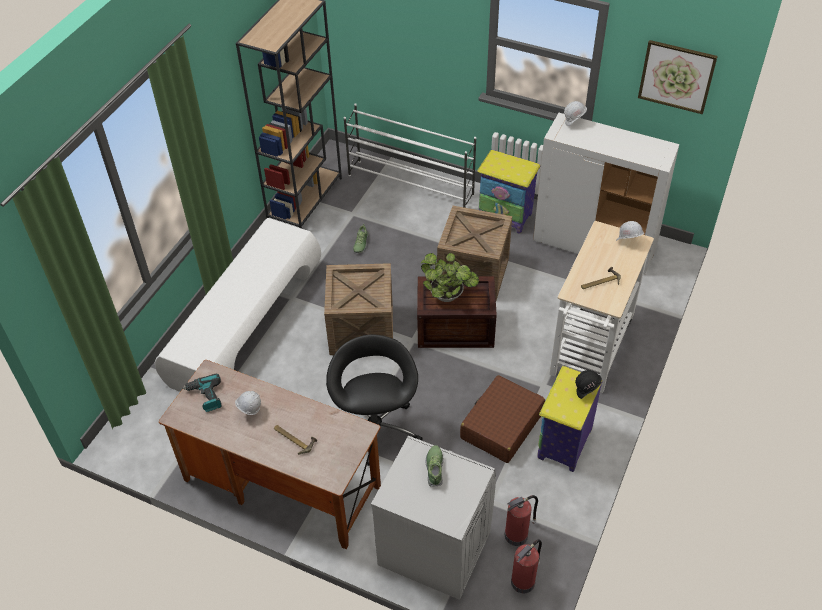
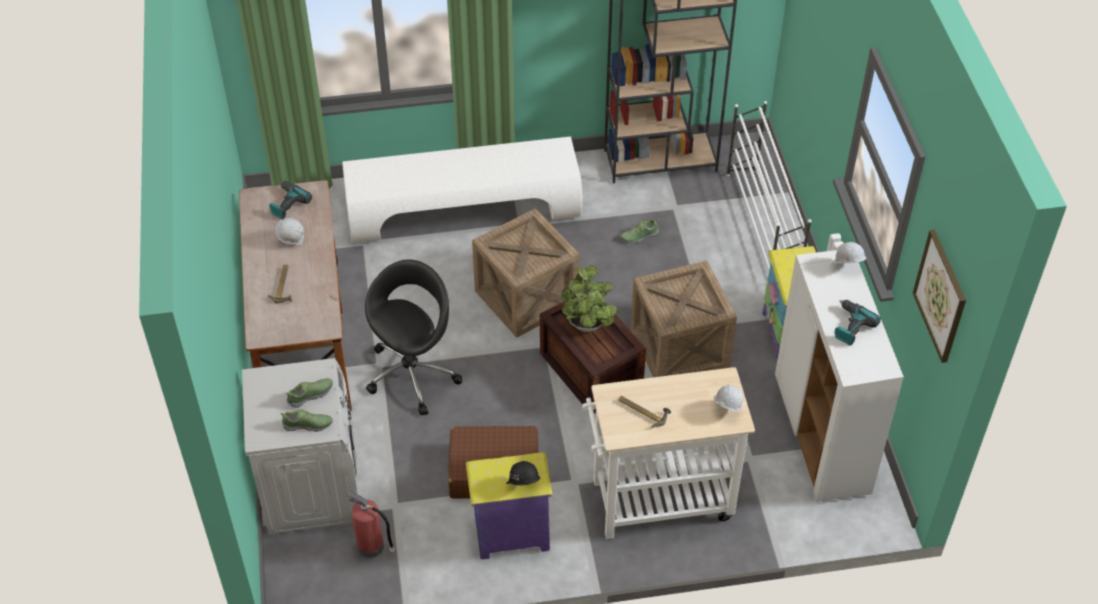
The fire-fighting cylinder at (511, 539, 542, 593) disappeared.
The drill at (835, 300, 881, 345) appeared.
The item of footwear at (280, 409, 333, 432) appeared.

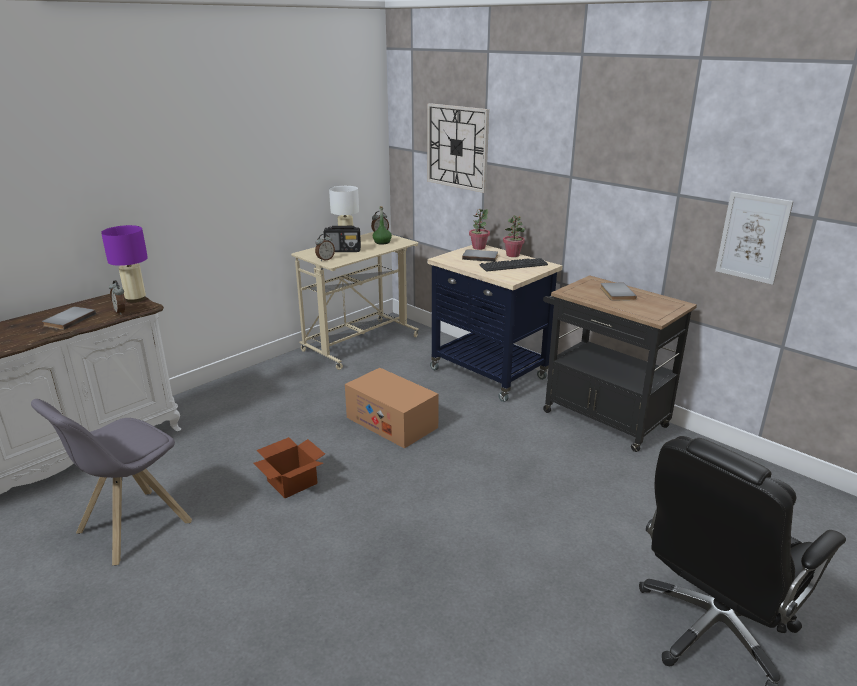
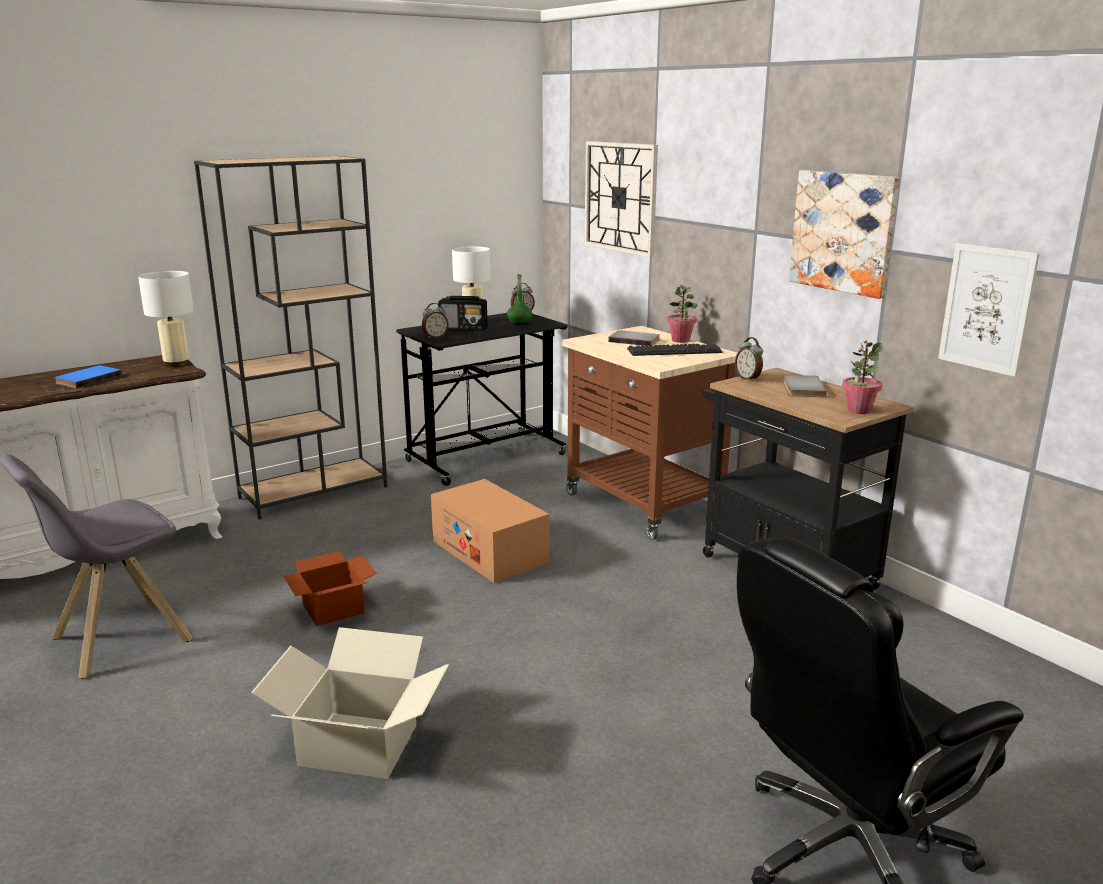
The potted plant moved from (469, 208, 490, 250) to (842, 341, 883, 414).
The purplish lamp for a table at (101, 225, 148, 303) became the white-coloured lamp for a table at (138, 271, 194, 367).
The sand-coloured desk at (291, 232, 419, 370) became the black desk at (396, 313, 567, 486).
The bluish trolley at (427, 245, 562, 402) became the brown-coloured trolley at (562, 326, 737, 540).
The alarm clock moved from (109, 280, 125, 315) to (735, 337, 763, 382).
The grey volume at (42, 307, 96, 330) became the bluish volume at (54, 365, 122, 388).
The bookshelf at (194, 156, 388, 520) appeared.
The picture at (789, 170, 900, 299) appeared.
The carton at (251, 627, 449, 779) appeared.

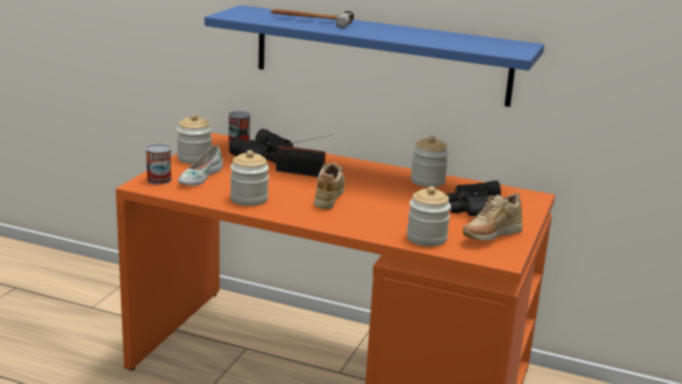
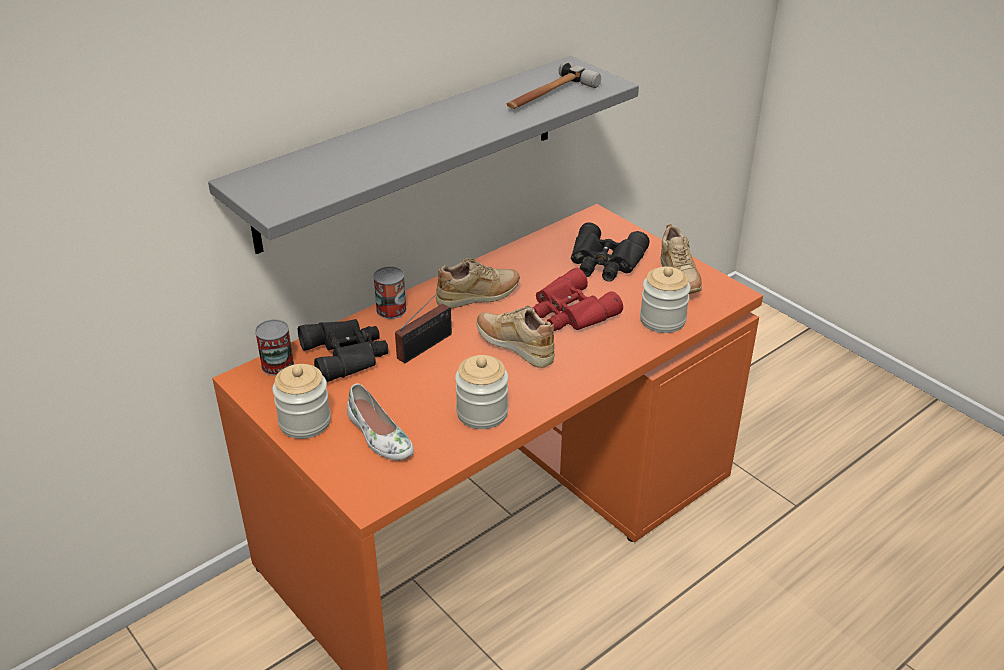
The bluish bracket shelf at (204, 5, 544, 107) became the grey bracket shelf at (208, 56, 639, 254).
The hammer moved from (271, 9, 354, 28) to (507, 62, 601, 109).
The preserve jar at (411, 136, 449, 187) disappeared.
The can moved from (146, 144, 172, 185) to (373, 267, 407, 319).
The sand-coloured item of footwear at (436, 258, 520, 309) appeared.
The red-coloured binoculars at (532, 267, 623, 331) appeared.

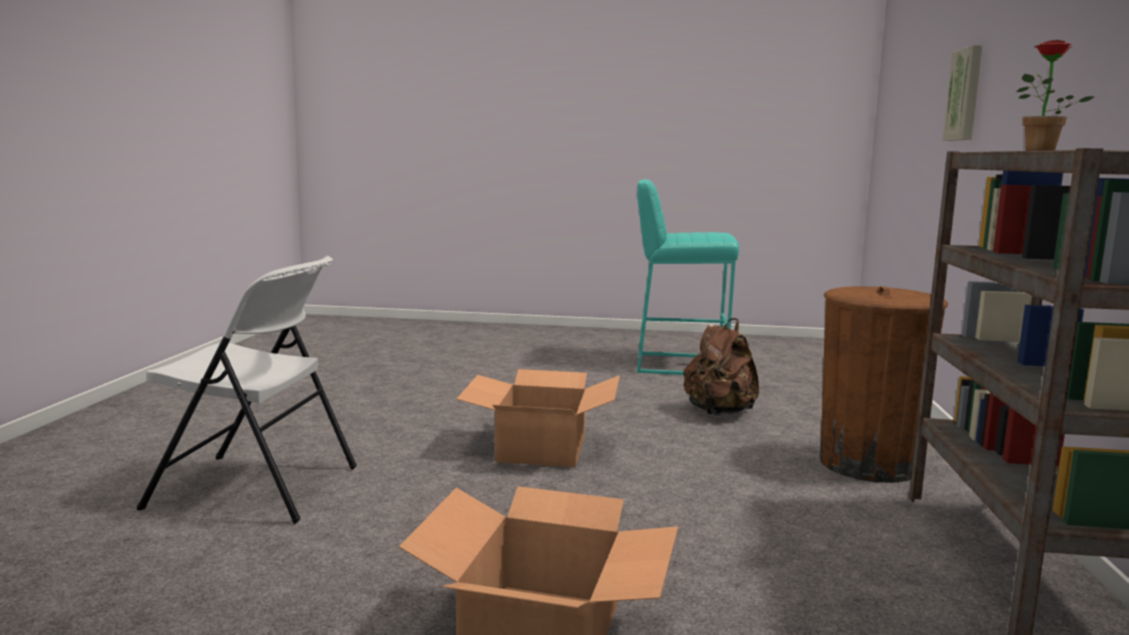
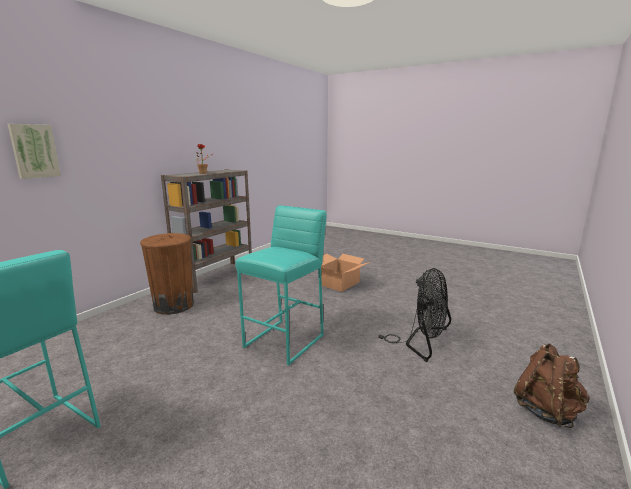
The white-coloured plain chair at (137, 256, 357, 524) was replaced by the black cooling fan at (378, 268, 451, 362).
The brown-coloured knapsack moved from (683, 318, 759, 416) to (514, 343, 590, 428).
The carton at (457, 369, 620, 467) was replaced by the turquoise stool seat at (235, 206, 327, 366).

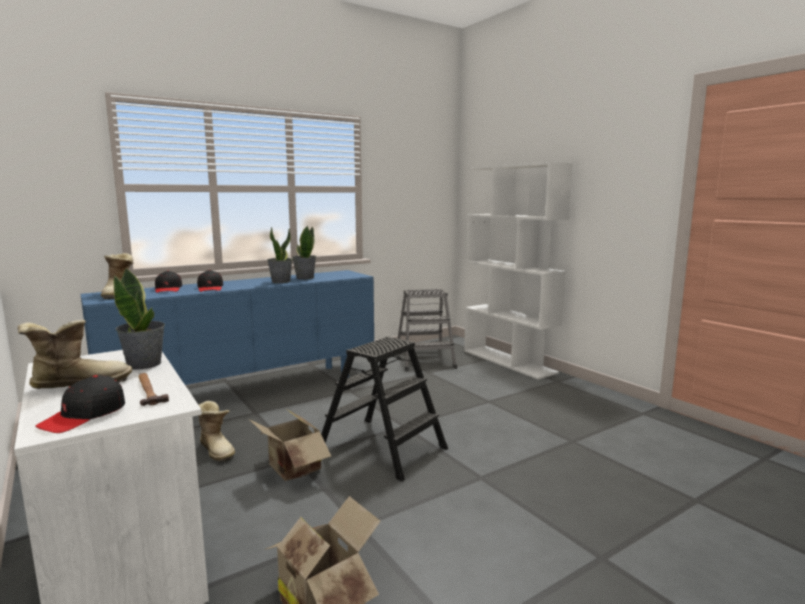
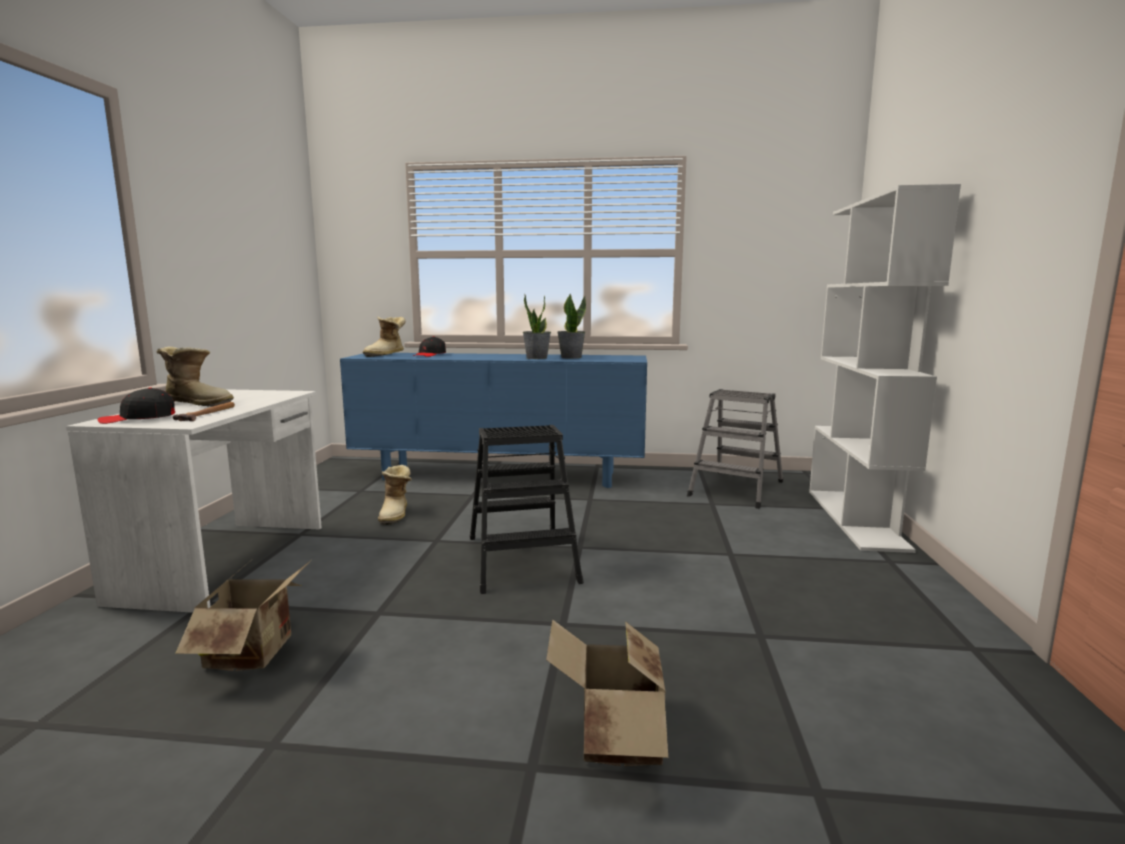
The potted plant at (113, 267, 165, 370) disappeared.
The black peaked cap at (197, 270, 223, 292) disappeared.
The carton moved from (249, 410, 331, 481) to (546, 619, 668, 766).

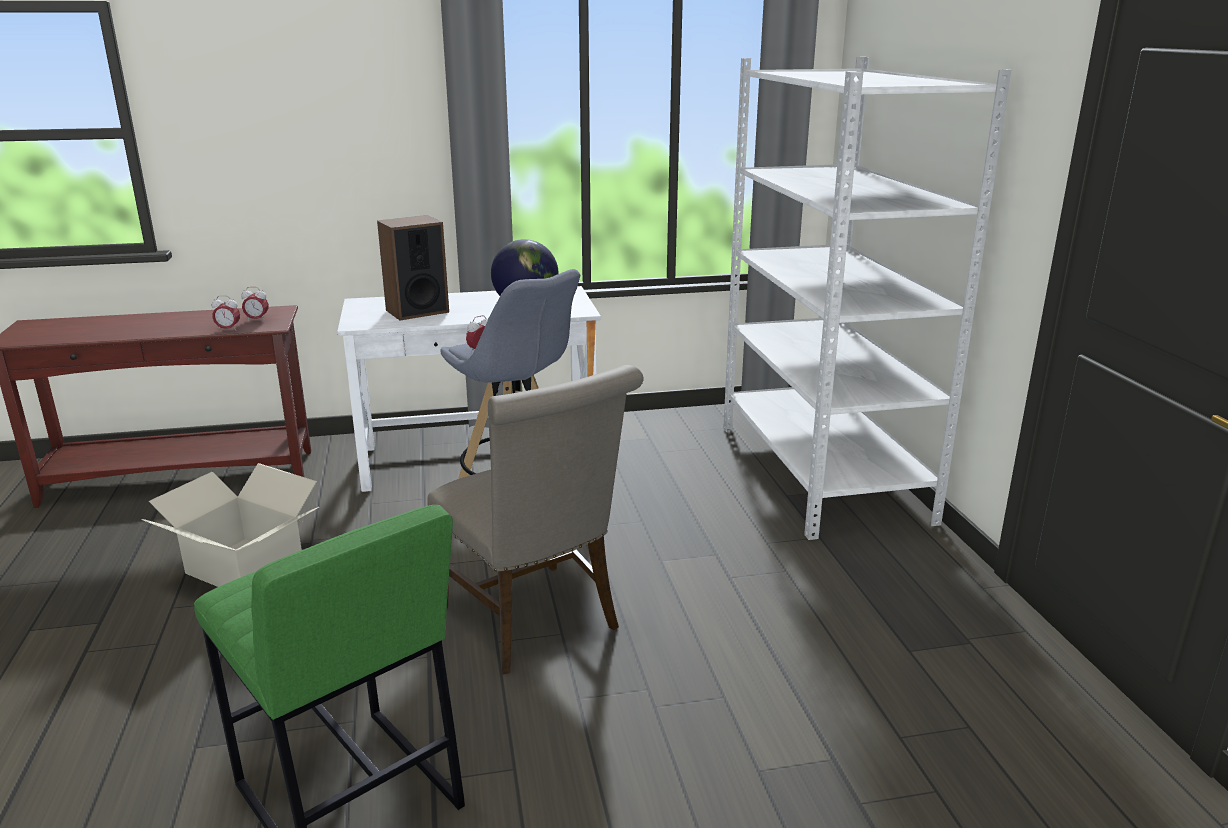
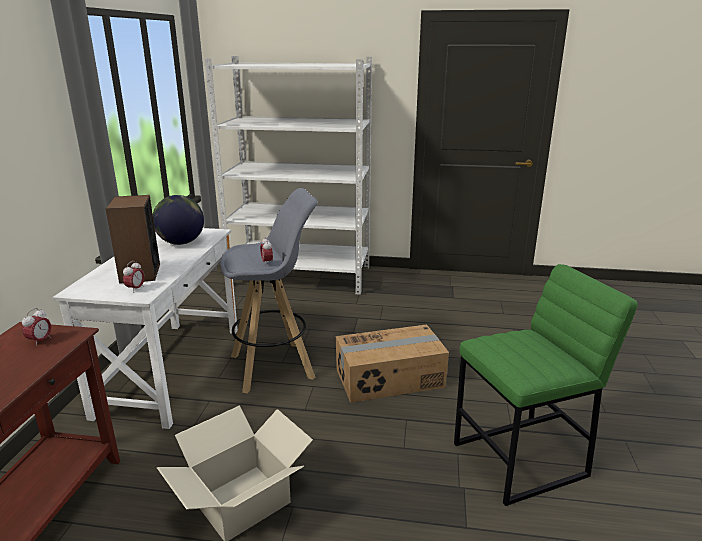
The alarm clock moved from (212, 296, 240, 331) to (123, 261, 144, 293).
The sand-coloured plain chair at (427, 365, 644, 675) was replaced by the carton at (336, 324, 449, 403).

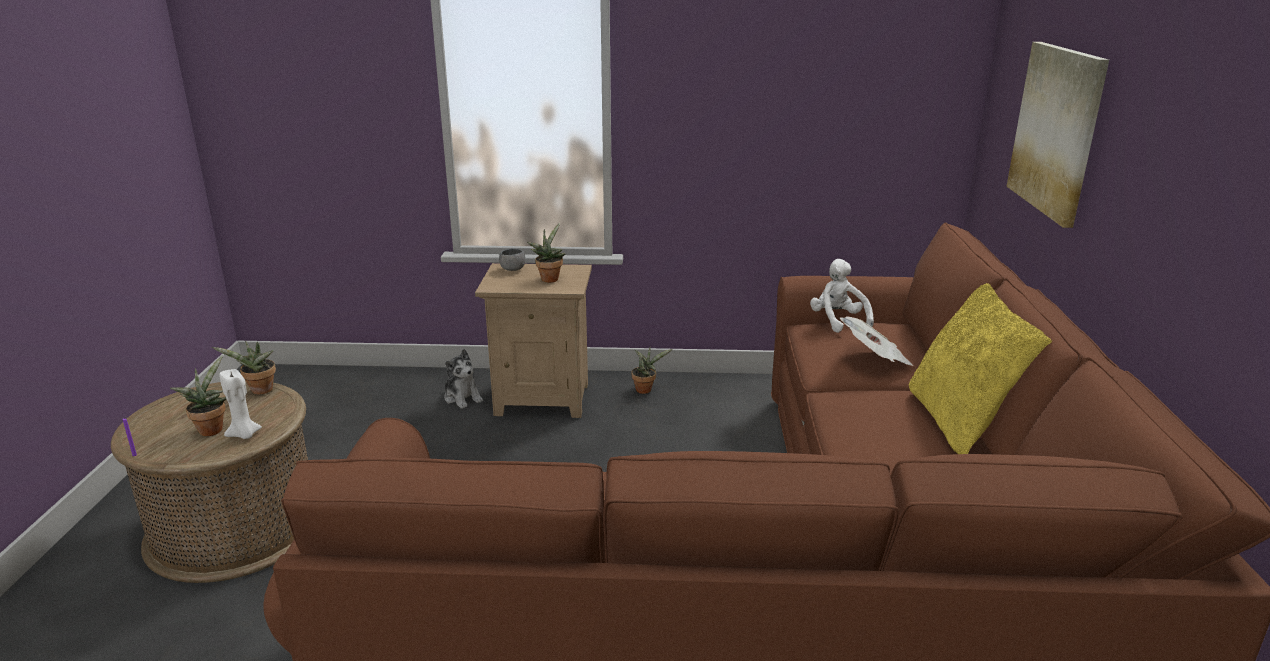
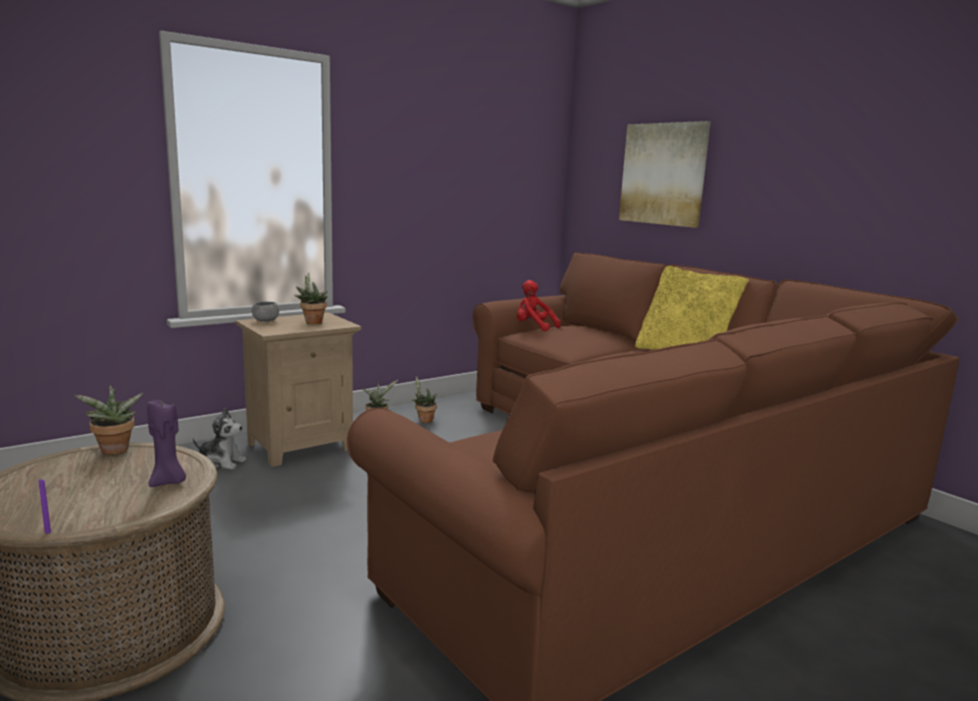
The white-coloured soft toy at (810, 259, 874, 333) became the red-coloured soft toy at (517, 280, 561, 331).
The daily paper at (839, 316, 913, 366) disappeared.
The potted plant moved from (170, 356, 226, 436) to (412, 376, 437, 423).
The white-coloured wax candle at (219, 369, 262, 439) became the purplish wax candle at (147, 397, 186, 487).

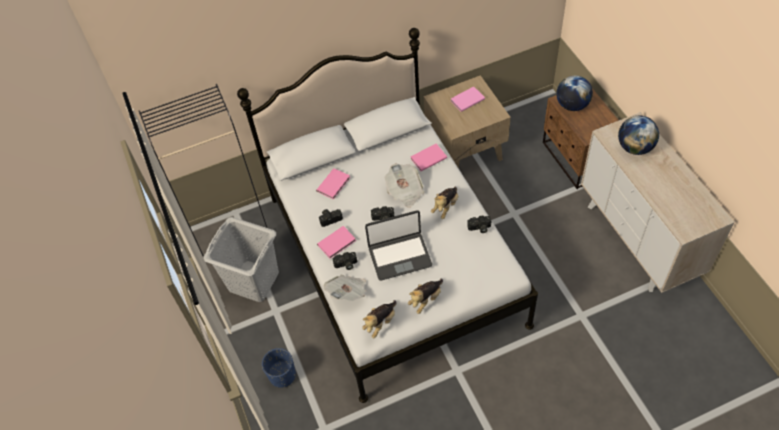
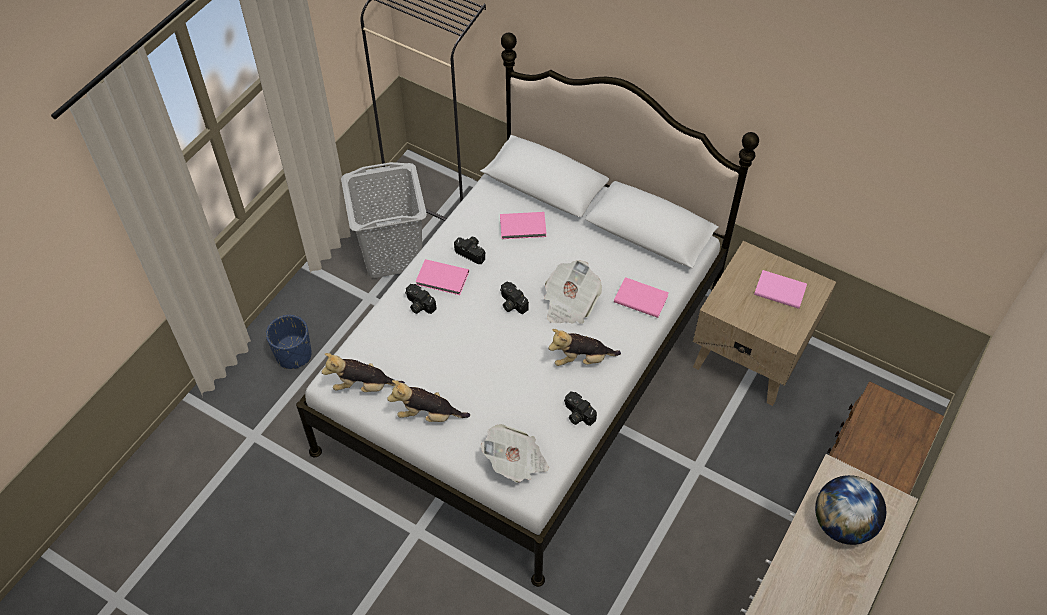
The globe at (556, 75, 593, 111) disappeared.
The portable computer at (365, 210, 432, 281) disappeared.
The daily paper moved from (324, 275, 366, 301) to (481, 424, 549, 483).

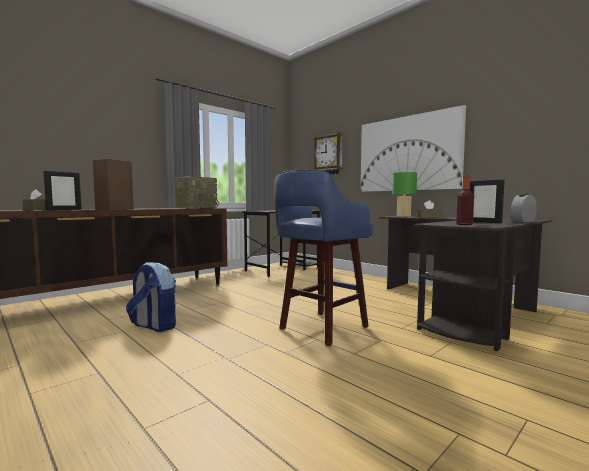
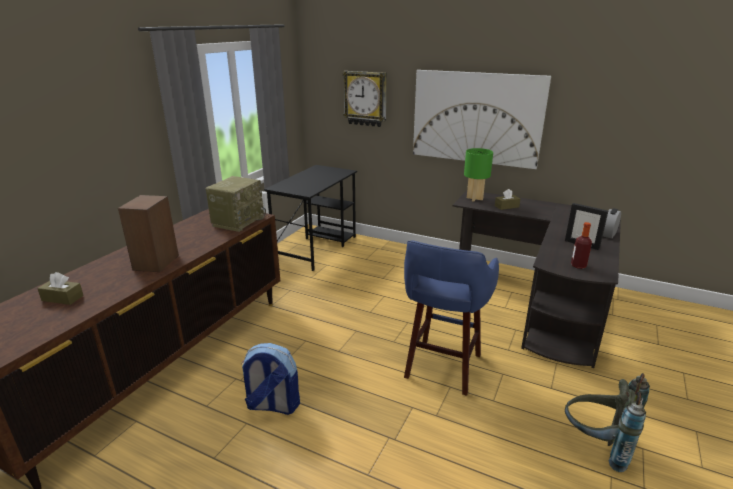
The standing frame at (44, 171, 82, 210) disappeared.
The grey knapsack at (565, 373, 650, 472) appeared.

